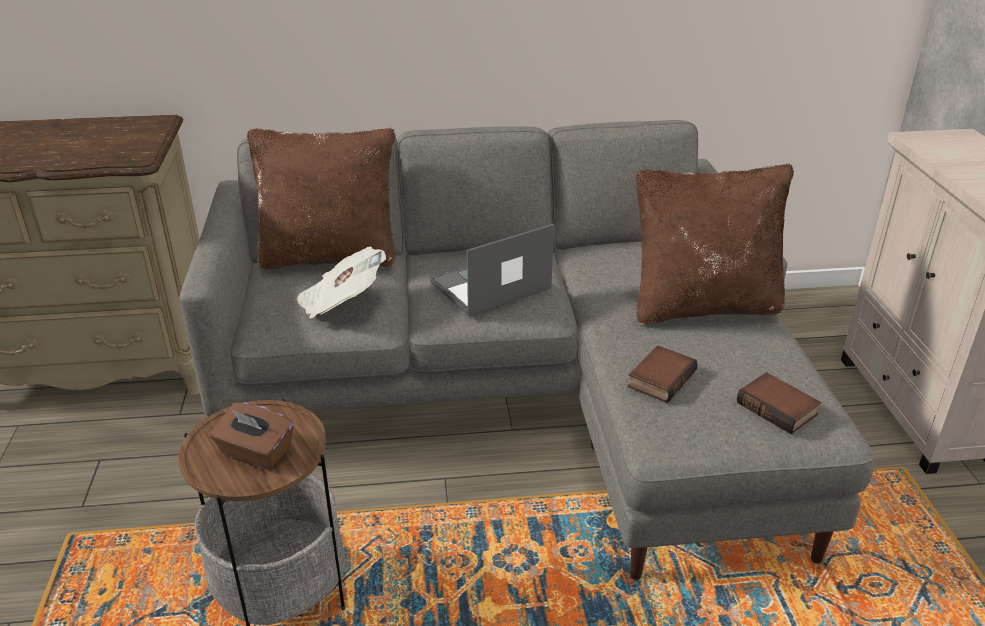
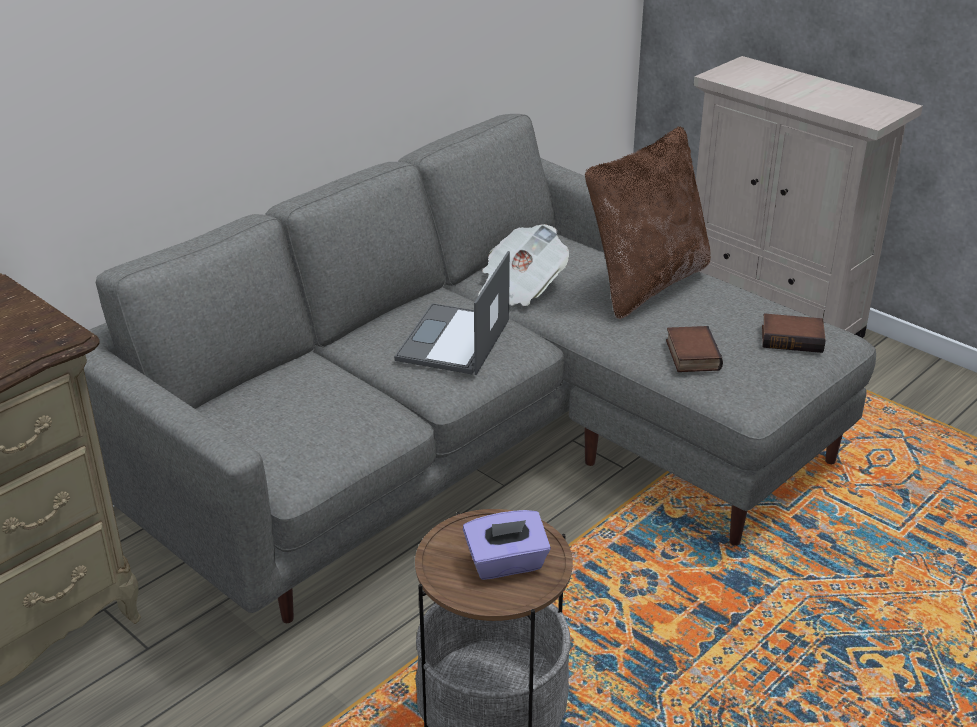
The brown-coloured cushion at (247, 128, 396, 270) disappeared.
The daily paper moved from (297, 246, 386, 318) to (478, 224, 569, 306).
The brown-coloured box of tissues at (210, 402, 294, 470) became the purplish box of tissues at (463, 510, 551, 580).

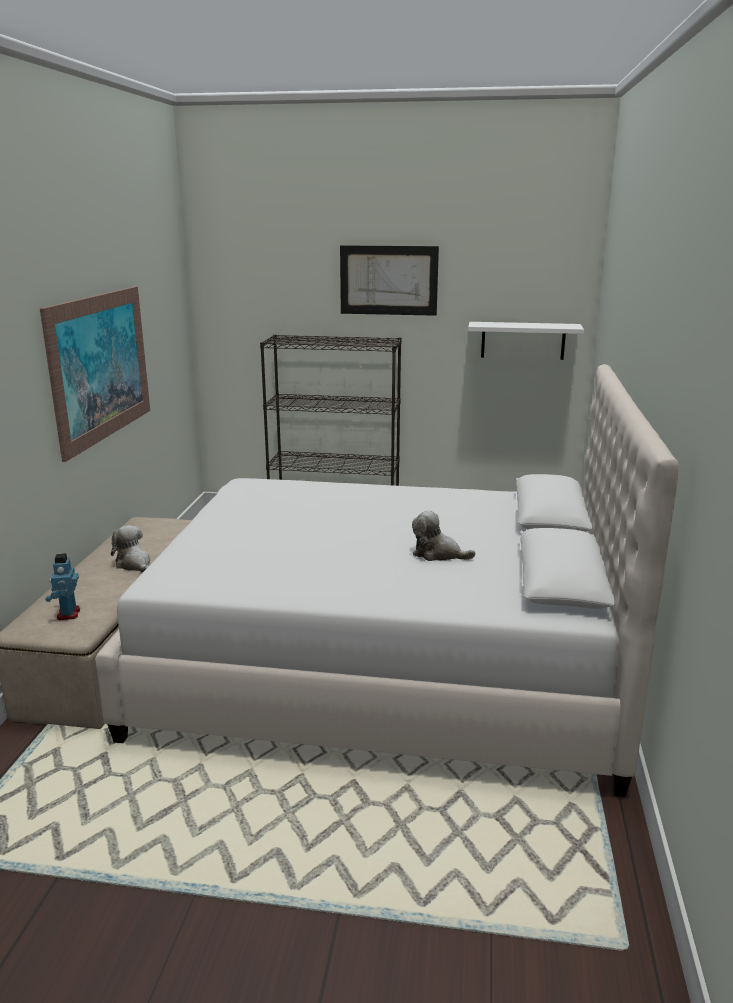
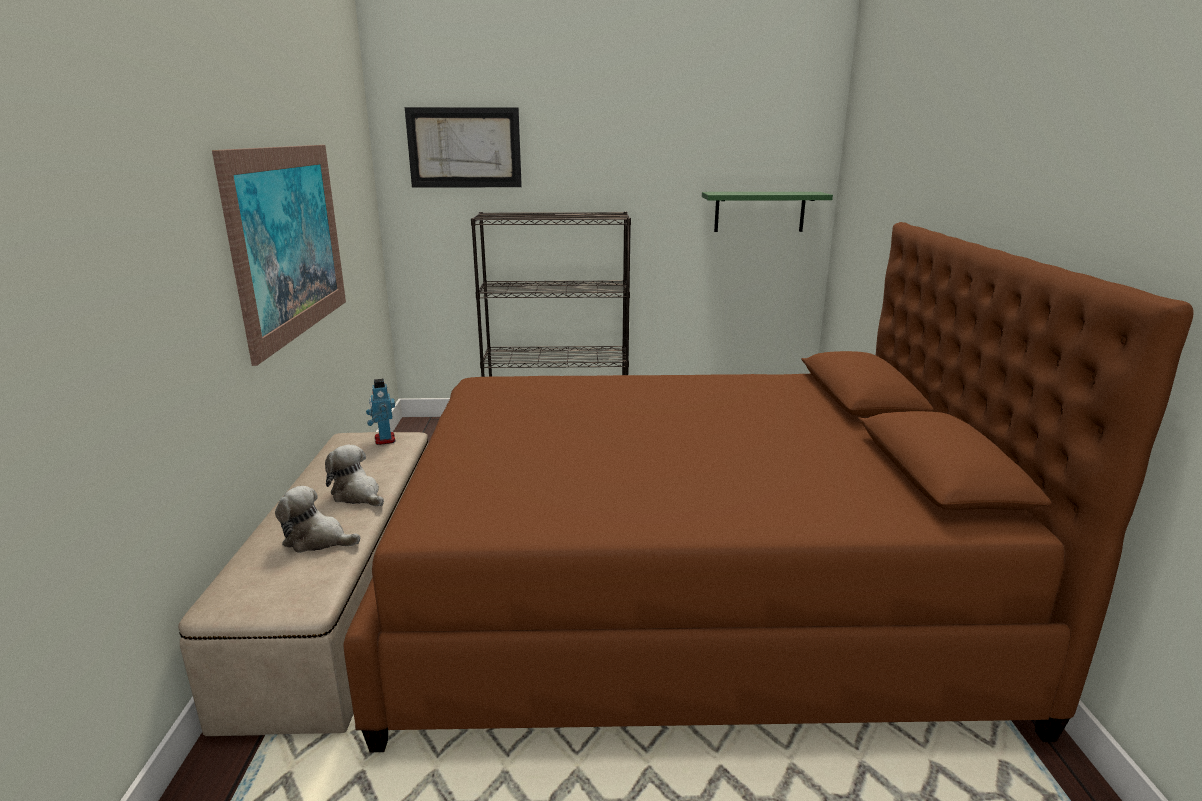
The picture moved from (340, 245, 439, 316) to (405, 107, 522, 187).
The white-coloured bracket shelf at (468, 322, 584, 360) became the green-coloured bracket shelf at (702, 192, 833, 232).
The white-coloured sleeping bed at (95, 364, 679, 797) became the brown-coloured sleeping bed at (343, 222, 1194, 752).
The soft toy moved from (412, 510, 476, 561) to (275, 486, 360, 553).
The robot figure moved from (45, 553, 80, 620) to (366, 379, 395, 445).

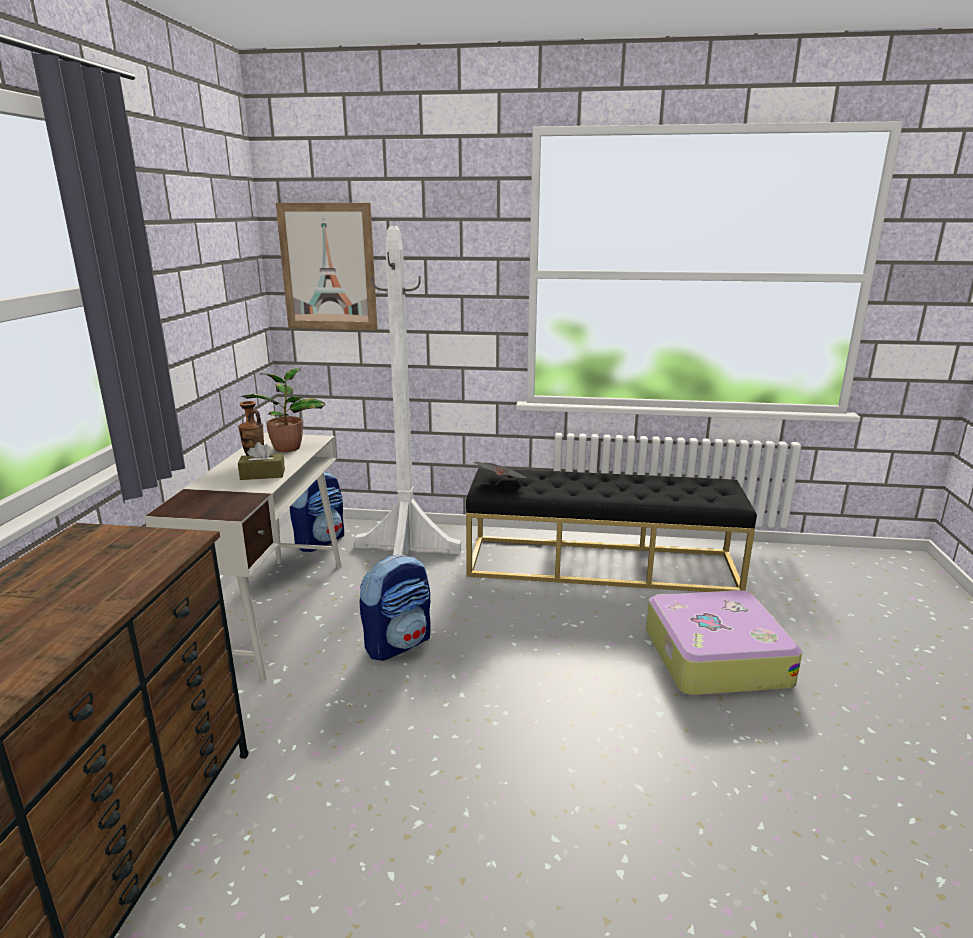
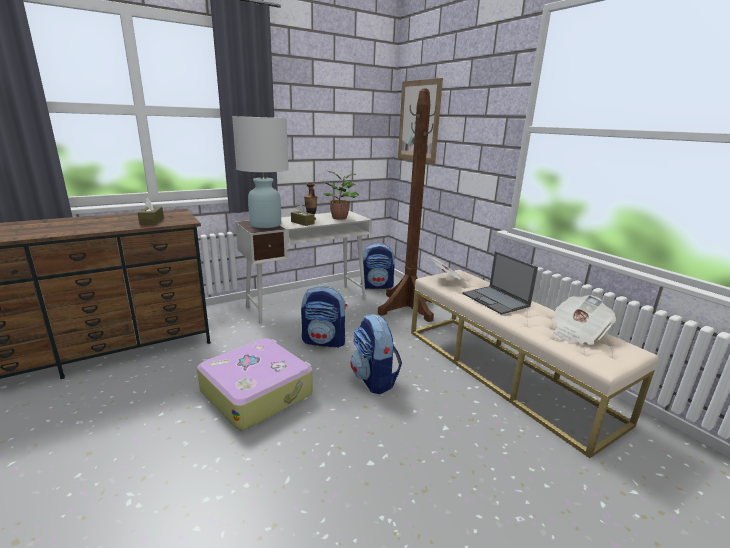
The white-coloured clothes rack at (355, 226, 461, 556) became the brown-coloured clothes rack at (378, 88, 437, 322).
The black long seat at (466, 468, 757, 592) became the sand-coloured long seat at (411, 270, 658, 458).
The piece of luggage moved from (646, 590, 802, 695) to (197, 338, 313, 430).
The white-coloured lamp for a table at (232, 116, 288, 228) appeared.
The brown-coloured box of tissues at (138, 198, 164, 225) appeared.
The portable computer at (462, 251, 538, 315) appeared.
The daily paper at (552, 295, 616, 345) appeared.
The knapsack at (351, 314, 402, 394) appeared.

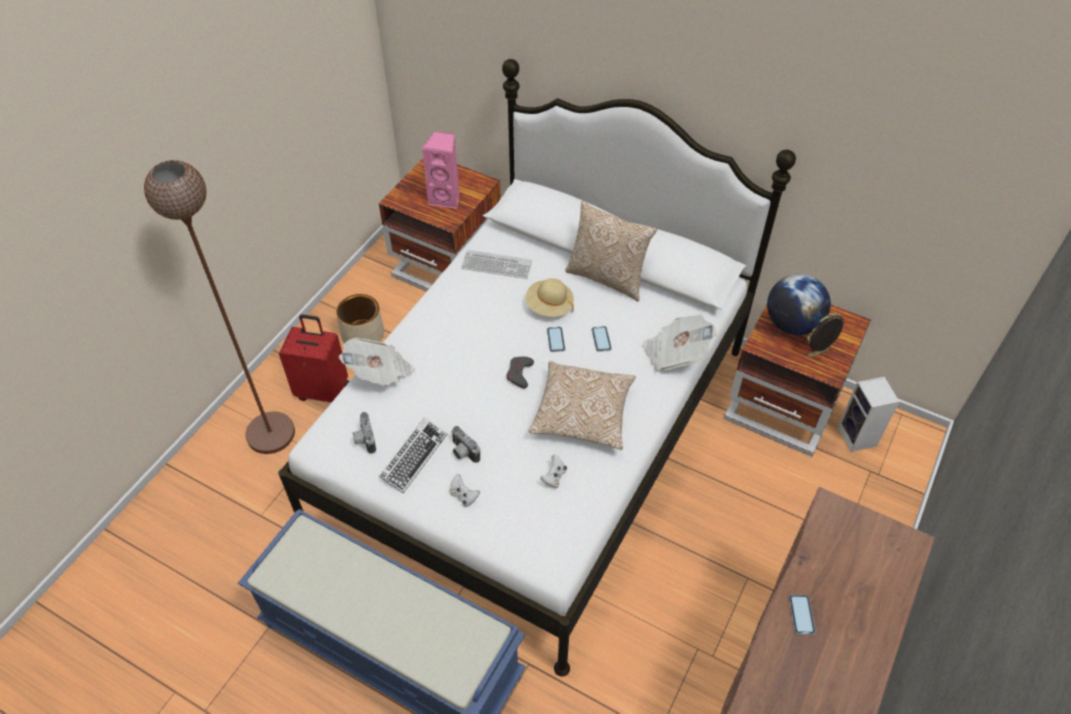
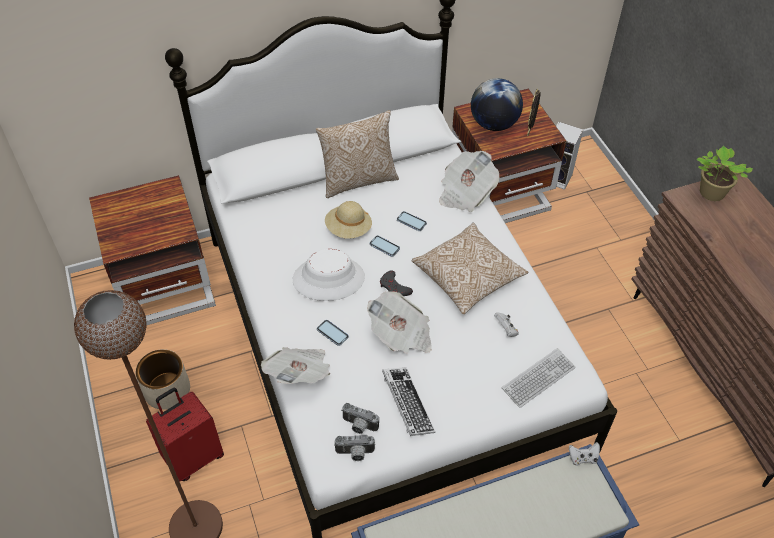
The pinkish audio speaker at (422, 131, 459, 209) disappeared.
The PC keyboard moved from (461, 250, 532, 279) to (502, 348, 576, 408).
The photo camera moved from (451, 426, 480, 463) to (334, 435, 375, 461).
The white-coloured gamepad moved from (450, 474, 480, 507) to (569, 442, 600, 466).
The handset moved from (789, 595, 816, 635) to (317, 320, 349, 346).
The potted plant at (696, 146, 753, 201) appeared.
The white-coloured wearable hat at (293, 249, 365, 301) appeared.
The daily paper at (367, 291, 432, 354) appeared.

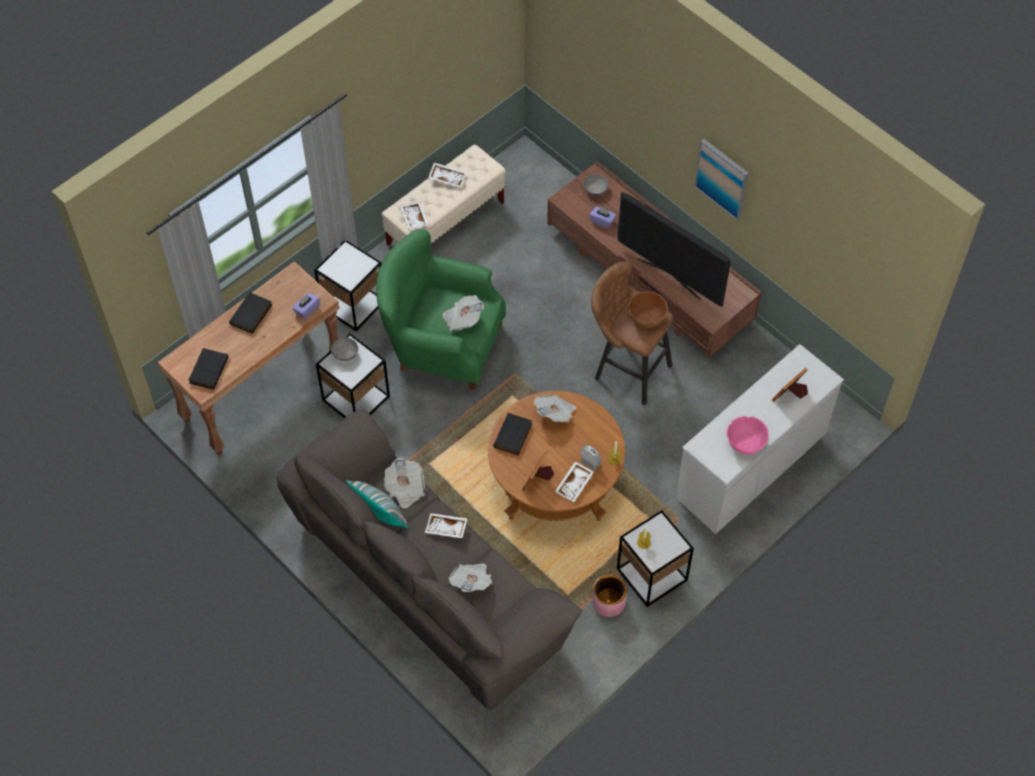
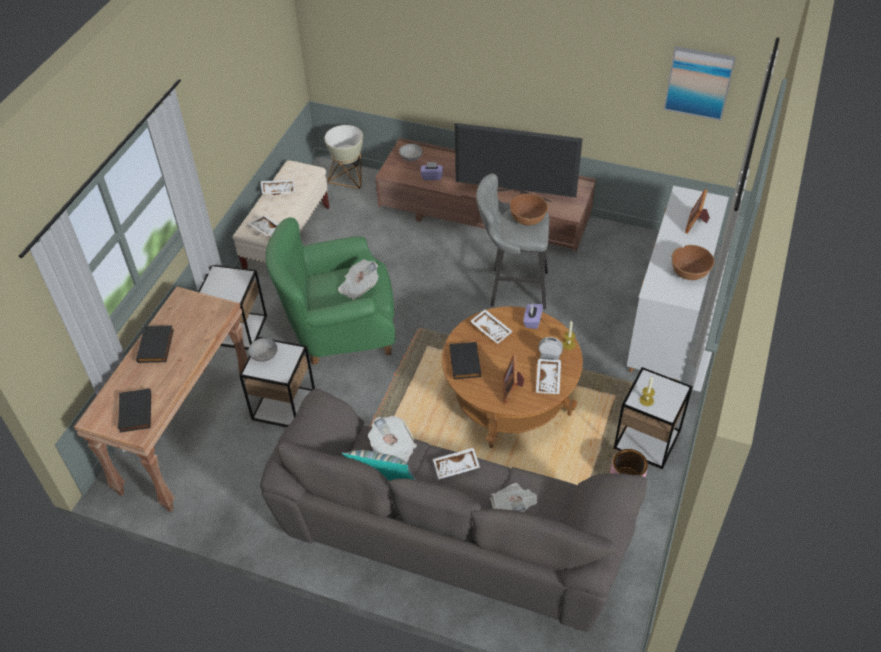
The picture moved from (694, 139, 749, 221) to (663, 46, 736, 121).
The brown-coloured stool seat at (591, 262, 673, 405) became the grey stool seat at (476, 174, 549, 309).
The purplish box of tissues moved from (292, 292, 320, 319) to (523, 304, 543, 329).
The daily paper at (534, 394, 576, 422) was replaced by the white-coloured serving tray at (470, 309, 513, 344).
The pinkish serving bowl at (727, 416, 769, 454) became the brown-coloured serving bowl at (672, 245, 714, 280).
The plant pot at (325, 125, 363, 189) appeared.

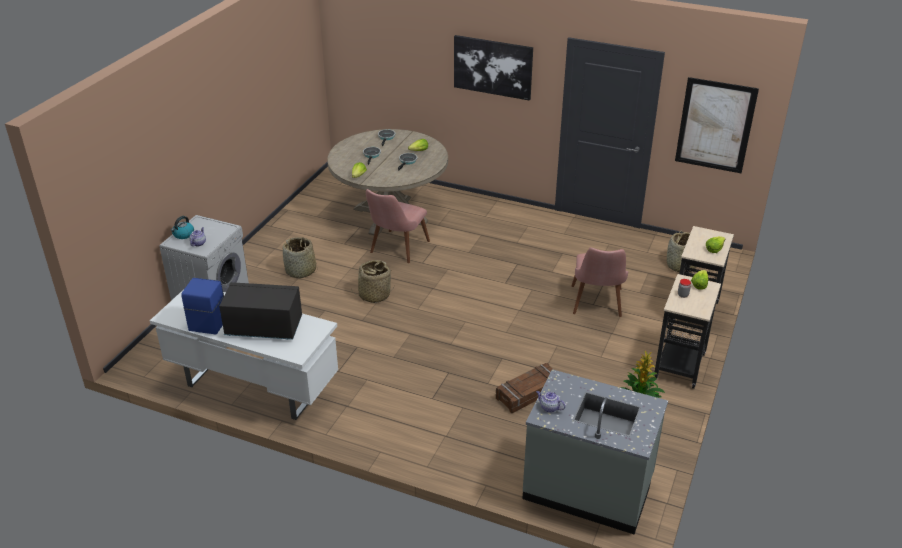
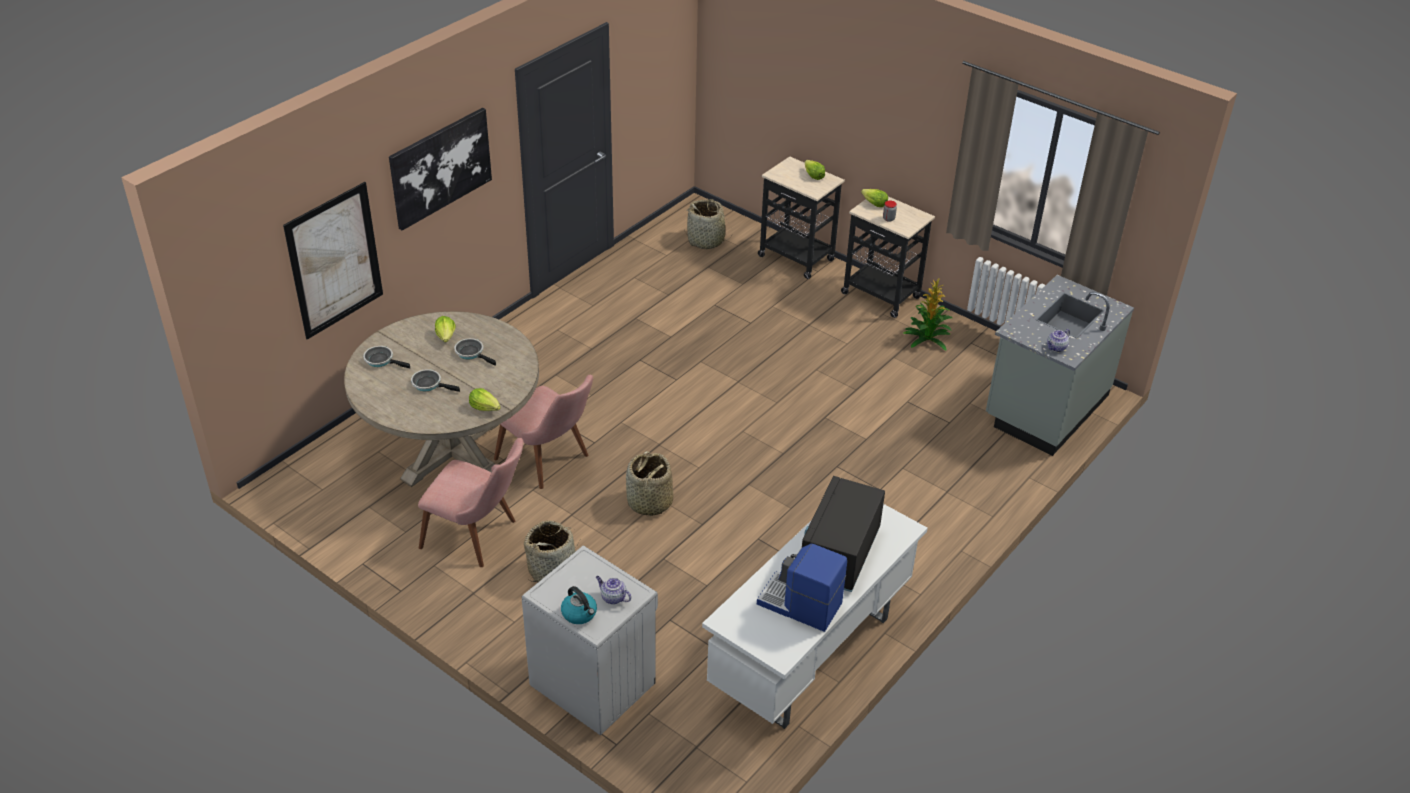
The picture moved from (675, 77, 759, 173) to (283, 182, 383, 340).
The pinkish plain chair moved from (571, 247, 628, 317) to (418, 438, 524, 567).
The packing crate at (496, 363, 554, 413) disappeared.

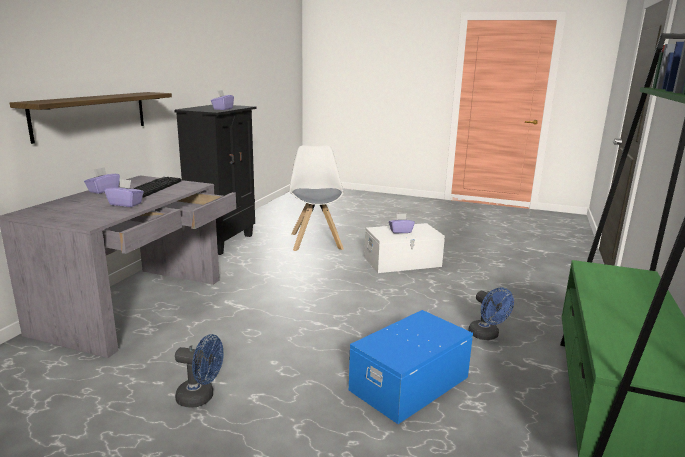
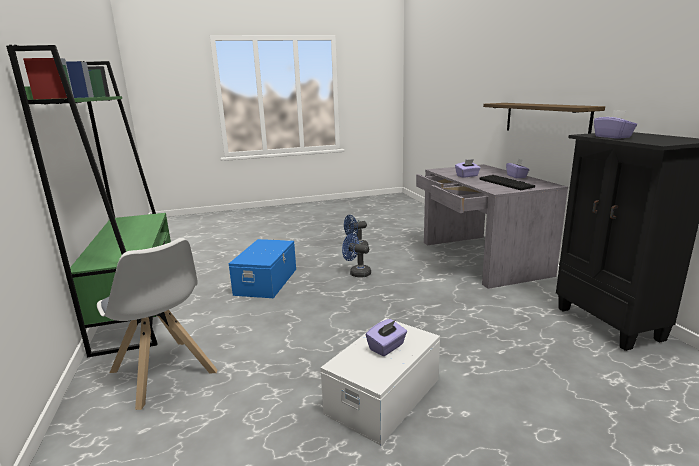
The plain chair moved from (290, 145, 344, 251) to (97, 238, 217, 410).
The bluish cooling fan moved from (468, 287, 514, 340) to (342, 234, 371, 278).

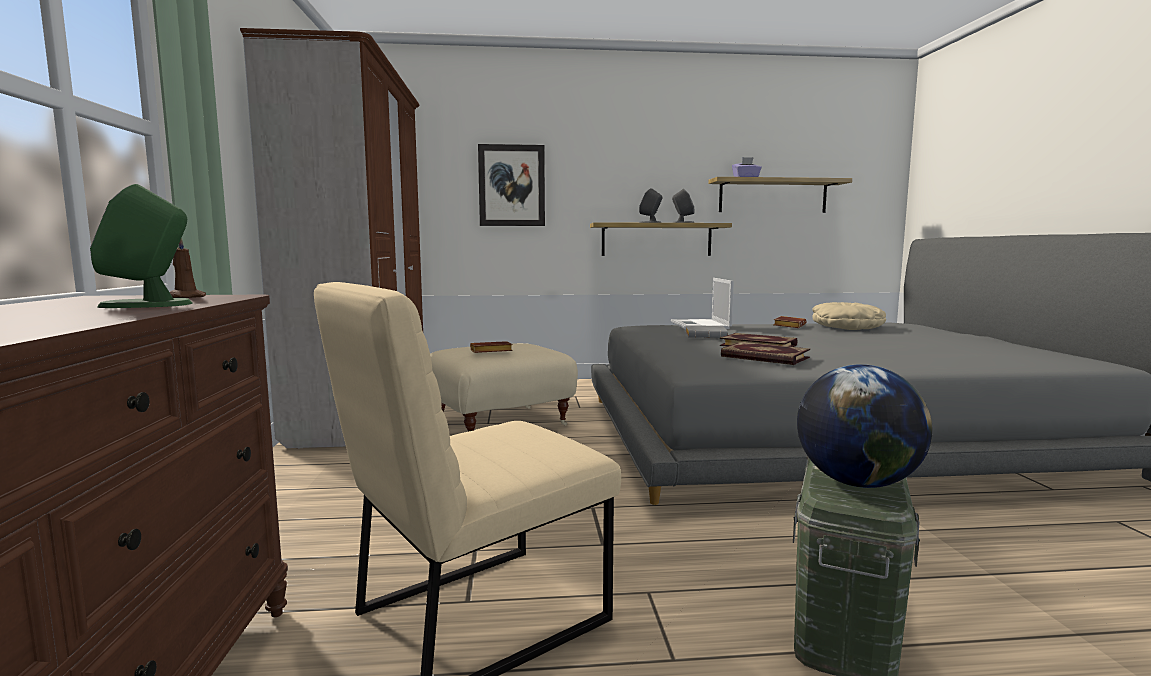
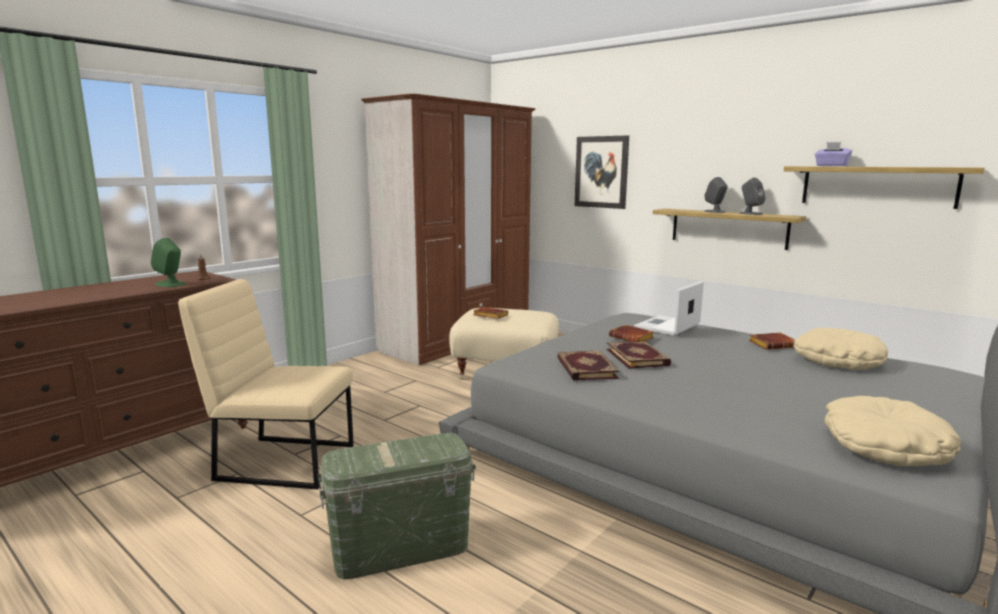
The grey volume at (685, 325, 728, 338) became the brown-coloured volume at (609, 325, 654, 342).
The globe at (797, 364, 933, 488) disappeared.
The sand-coloured cushion at (825, 396, 961, 466) appeared.

